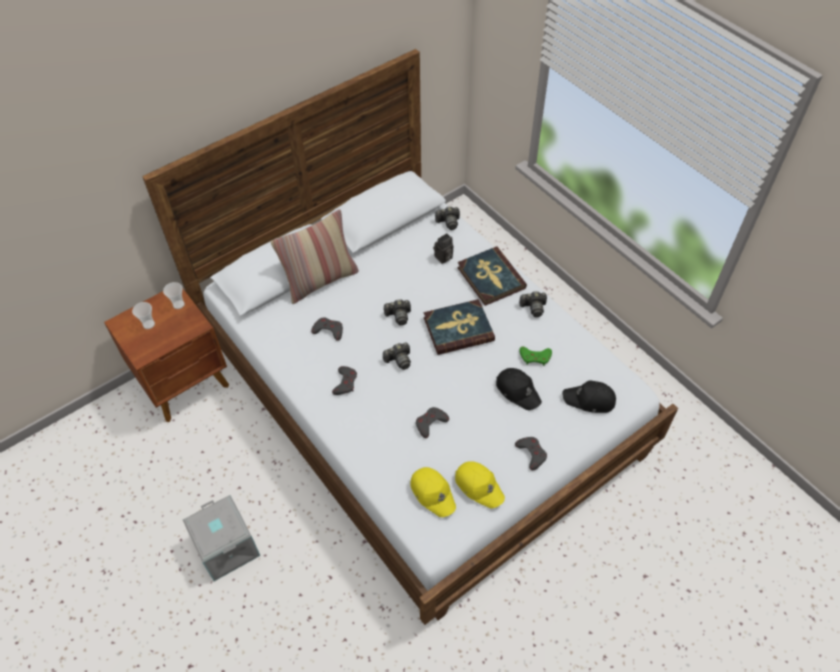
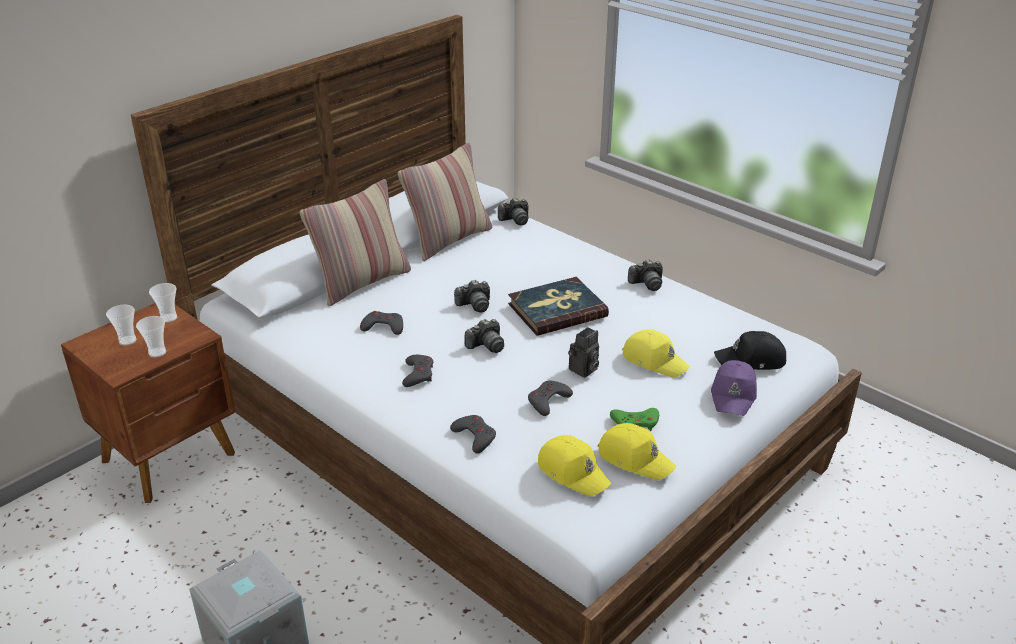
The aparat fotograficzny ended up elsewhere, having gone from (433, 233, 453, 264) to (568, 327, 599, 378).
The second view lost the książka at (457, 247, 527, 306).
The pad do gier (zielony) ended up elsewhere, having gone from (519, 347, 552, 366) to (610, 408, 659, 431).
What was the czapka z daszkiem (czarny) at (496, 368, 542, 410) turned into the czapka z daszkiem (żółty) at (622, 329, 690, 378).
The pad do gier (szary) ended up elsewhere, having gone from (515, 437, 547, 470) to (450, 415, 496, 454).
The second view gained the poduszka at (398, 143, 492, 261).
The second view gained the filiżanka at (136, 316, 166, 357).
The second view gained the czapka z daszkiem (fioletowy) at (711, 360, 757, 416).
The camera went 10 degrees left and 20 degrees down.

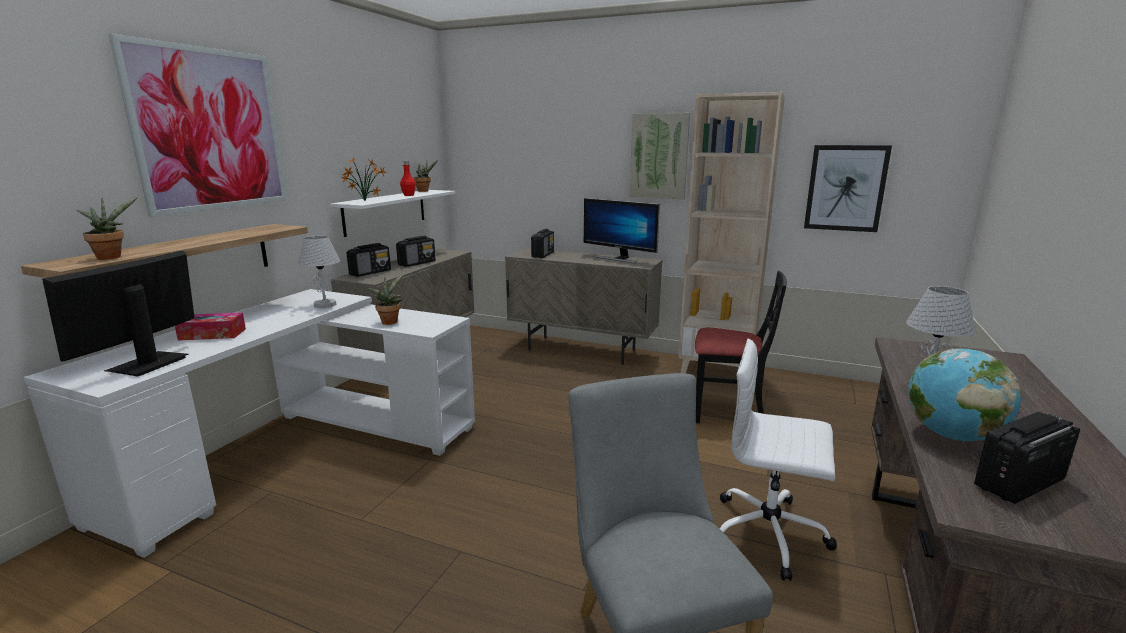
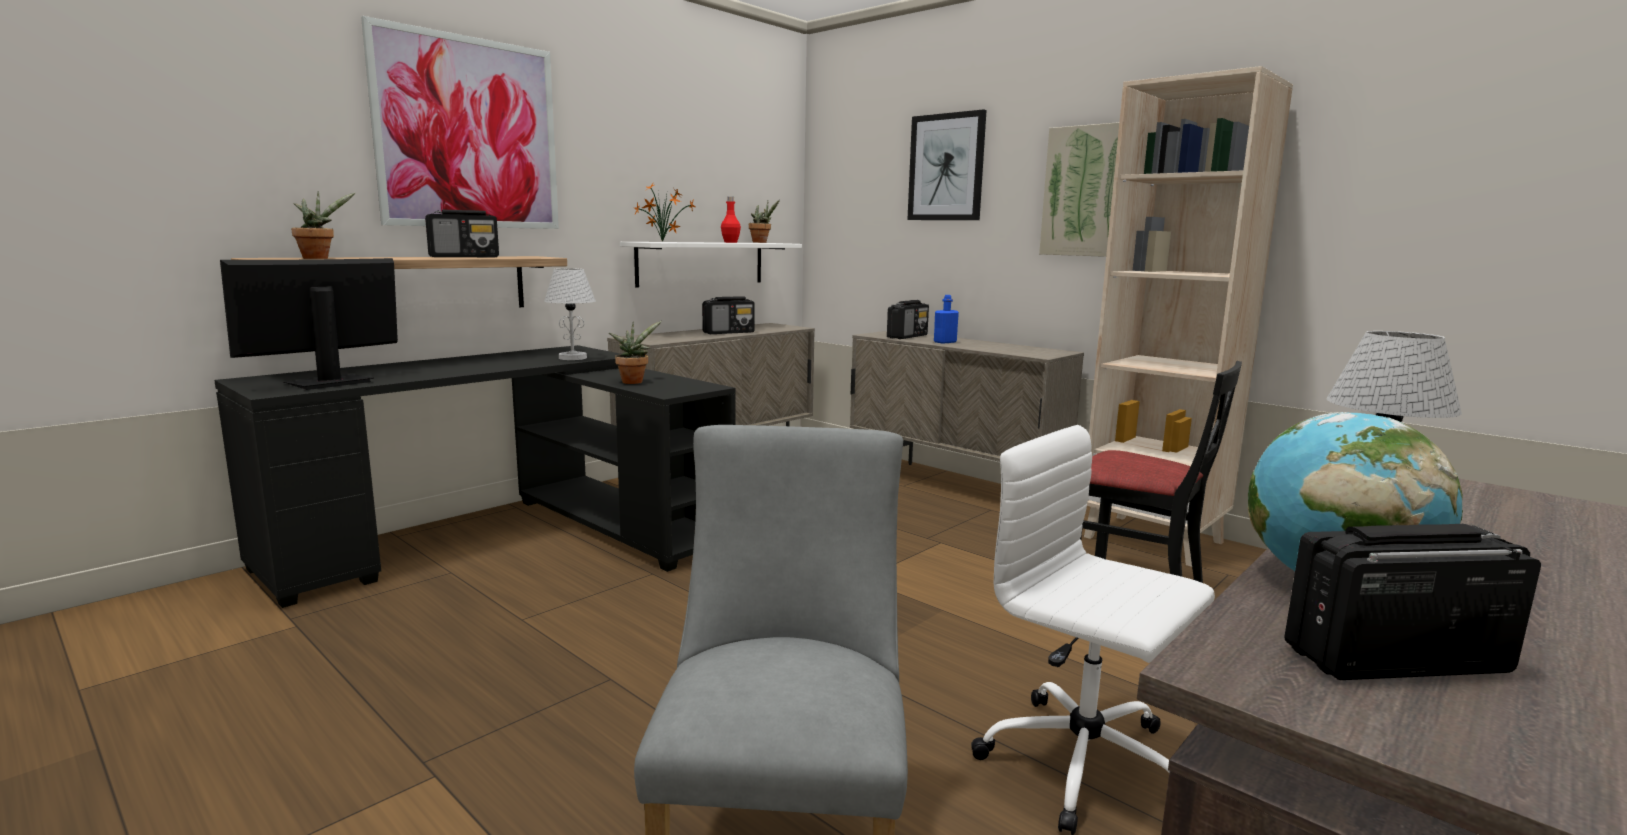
The obraz ended up elsewhere, having gone from (804, 145, 892, 232) to (907, 109, 987, 220).
The second view lost the monitor at (584, 198, 660, 263).
The radio ended up elsewhere, having gone from (346, 243, 391, 277) to (425, 210, 499, 257).
What was the biurko (biały) at (24, 289, 475, 558) turned into the biurko (czarny) at (214, 345, 736, 608).
The second view lost the pudełko chusteczek at (175, 313, 246, 340).
The second view gained the butelka (niebieski) at (934, 295, 959, 344).
The camera went 20 degrees right and 5 degrees down.

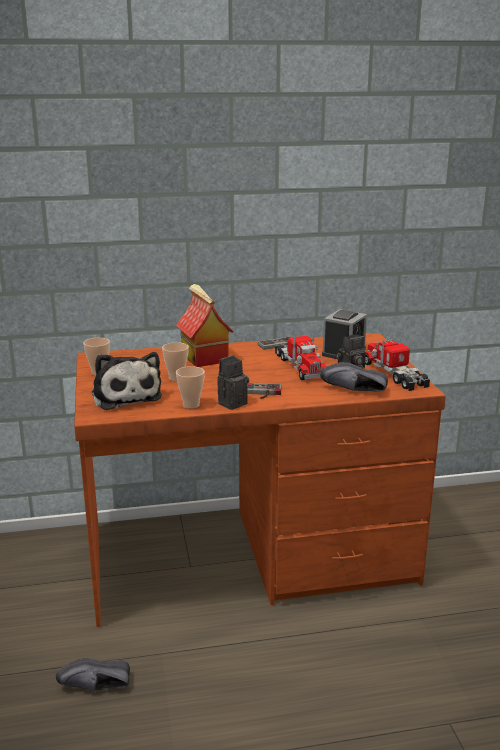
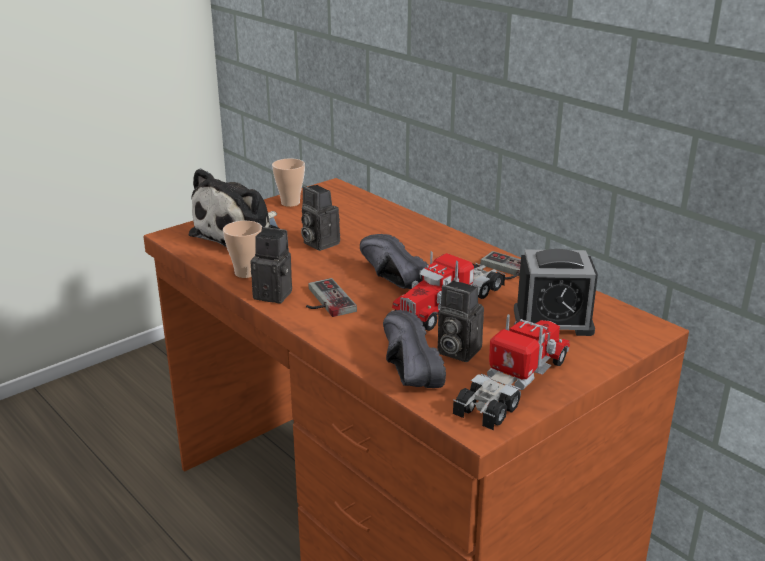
The second view lost the domek at (176, 284, 233, 367).
Where the filiżanka stood at (162, 342, 189, 381), the aparat fotograficzny came to stand at (301, 185, 340, 251).
The but (czarny) ended up elsewhere, having gone from (56, 658, 130, 692) to (360, 234, 429, 289).
The camera went 60 degrees right and 5 degrees up.

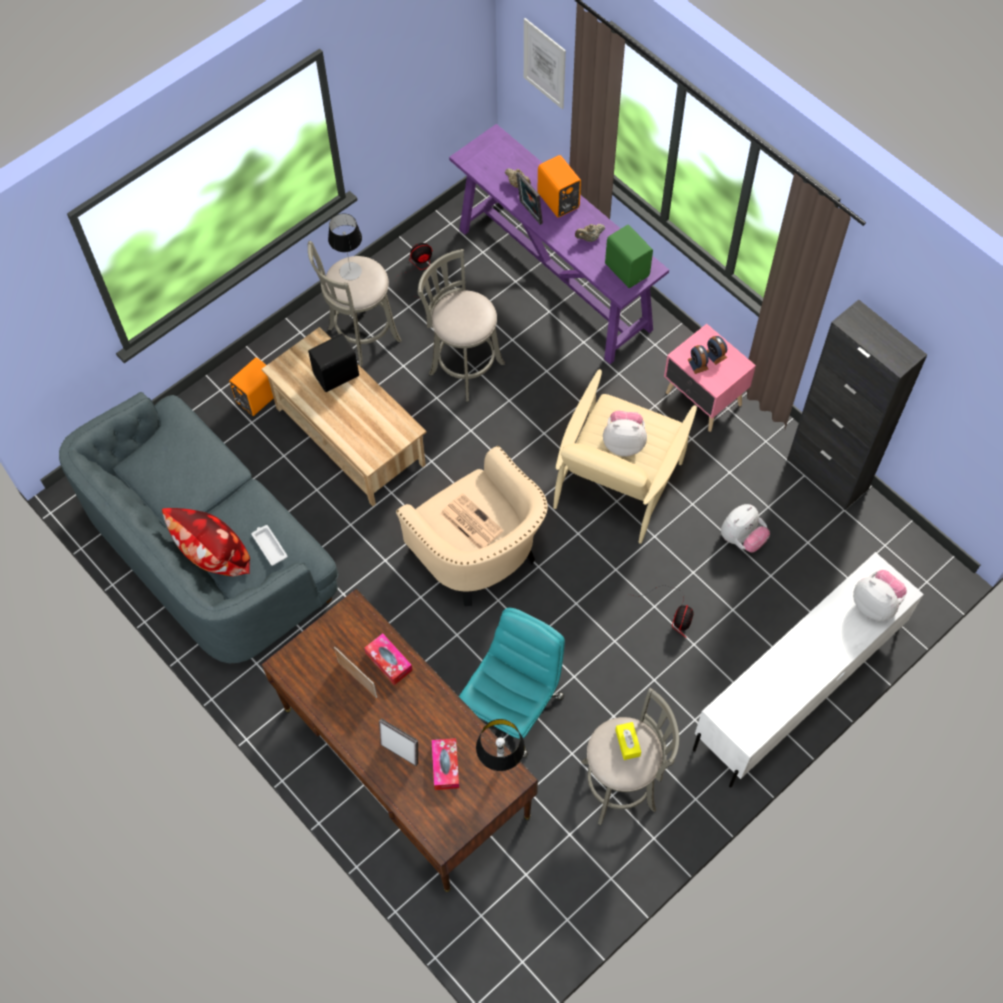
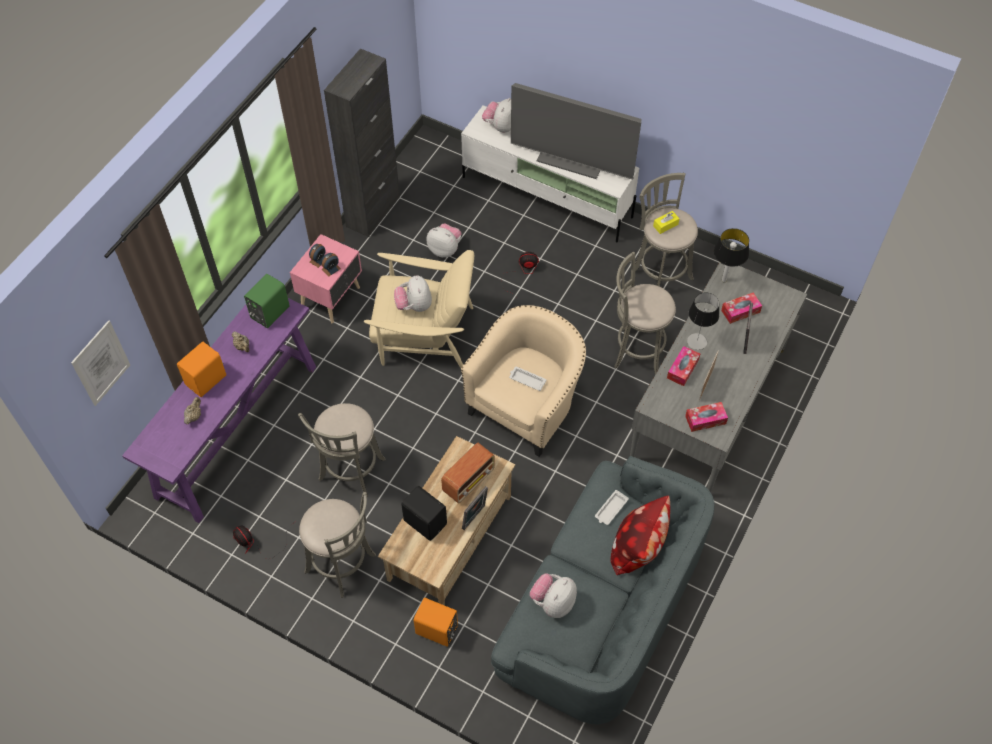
The ramka na zdjęcie ended up elsewhere, having gone from (516, 171, 543, 225) to (462, 486, 488, 530).
The lampa stołowa ended up elsewhere, having gone from (328, 213, 362, 280) to (687, 292, 719, 350).
Where the gazeta stood at (441, 493, 503, 549), the taca (biały) came to stand at (509, 367, 547, 391).
What was the biurko (brązowy) at (261, 589, 538, 892) turned into the biurko (szary) at (630, 262, 807, 493).
Where the krzesło biurowe (turkusowy) stood at (459, 608, 565, 758), the stołek (szary) came to stand at (614, 252, 676, 374).
The second view gained the telewizor at (511, 83, 642, 180).
The second view gained the pudełko chusteczek at (685, 402, 728, 432).
The second view gained the radio at (441, 443, 495, 503).
The second view gained the pluszak at (530, 574, 577, 618).
The camera went 110 degrees left and 5 degrees down.

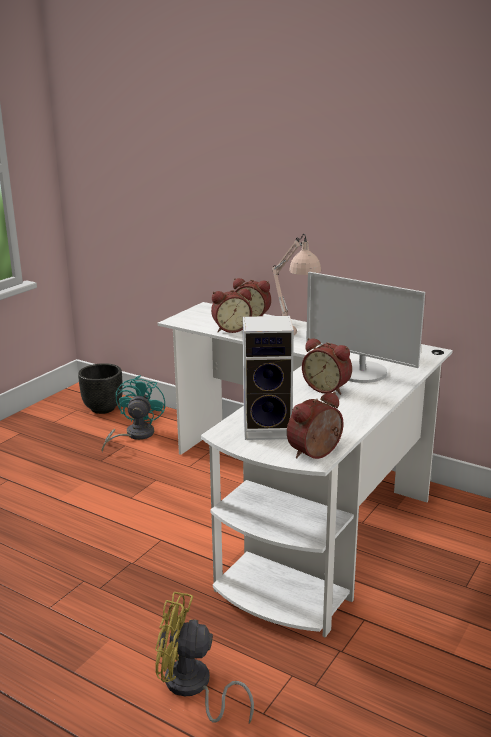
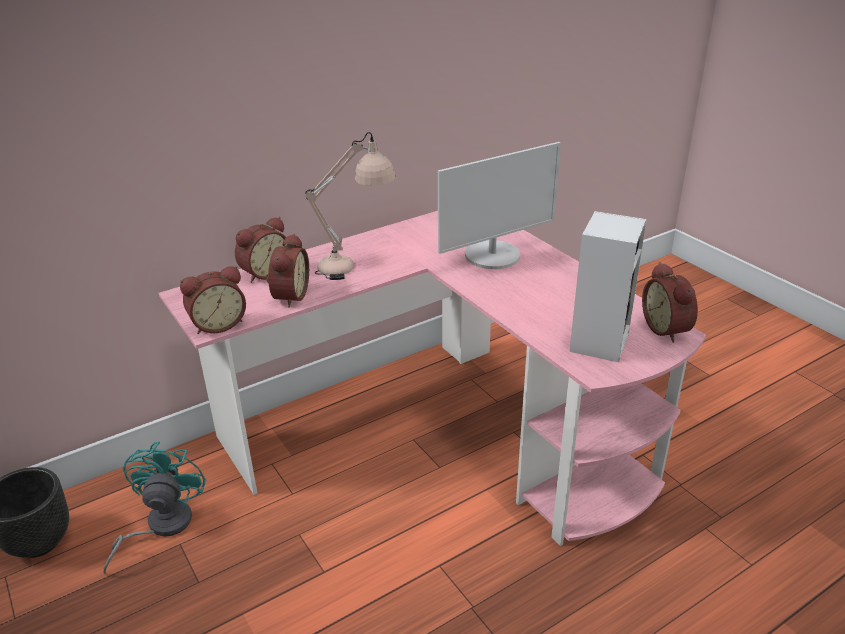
What was the biurko (biały) at (158, 302, 453, 638) turned into the biurko (różowy) at (159, 211, 706, 546).
The budzik ended up elsewhere, having gone from (302, 338, 352, 395) to (180, 266, 246, 334).
The wentylator (turkusowy) at (101, 375, 166, 453) ended up facing another way, 60 degrees clockwise from before.
The second view lost the wentylator (żółty) at (155, 592, 254, 724).
The camera went 65 degrees left and 10 degrees up.

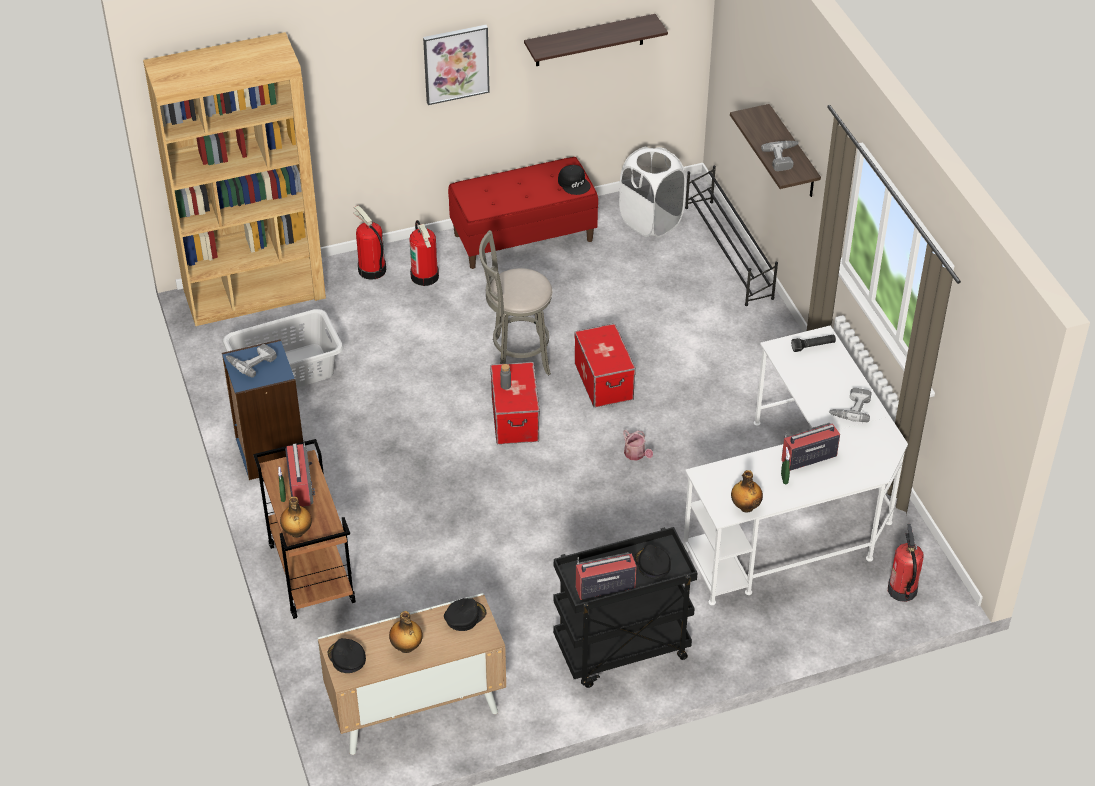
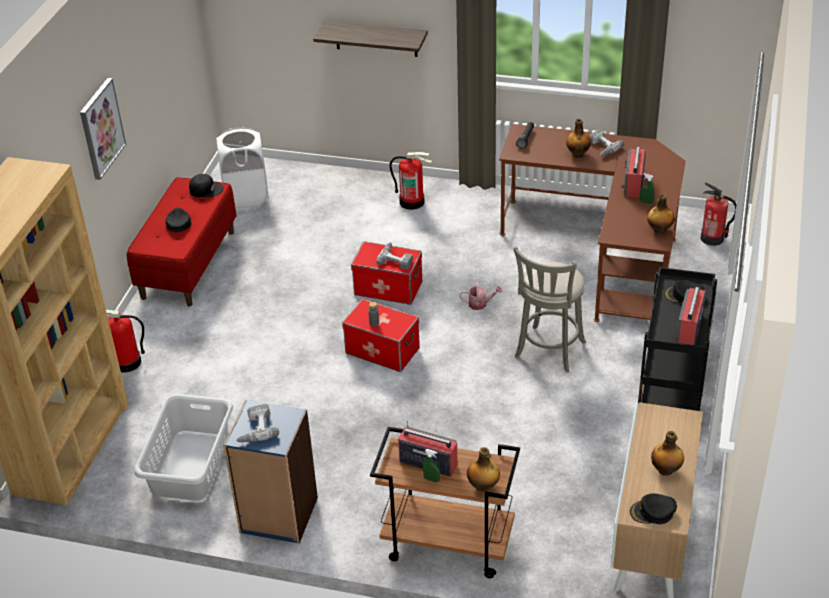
The second view lost the półka at (524, 14, 668, 66).
The wiertarka ended up elsewhere, having gone from (761, 141, 798, 171) to (376, 242, 413, 270).
The second view lost the regał na buty (czarny) at (685, 166, 778, 306).
The gaśnica ended up elsewhere, having gone from (409, 220, 439, 286) to (390, 152, 432, 210).
The stołek (szary) ended up elsewhere, having gone from (479, 230, 552, 375) to (513, 246, 586, 373).
What was the biurko (biały) at (683, 325, 908, 605) turned into the biurko (brązowy) at (499, 124, 686, 322).
The czapka z daszkiem (czarny) ended up elsewhere, having gone from (444, 598, 486, 631) to (165, 207, 191, 232).
The second view gained the butelka at (566, 119, 591, 158).
The camera went 55 degrees left and 5 degrees down.

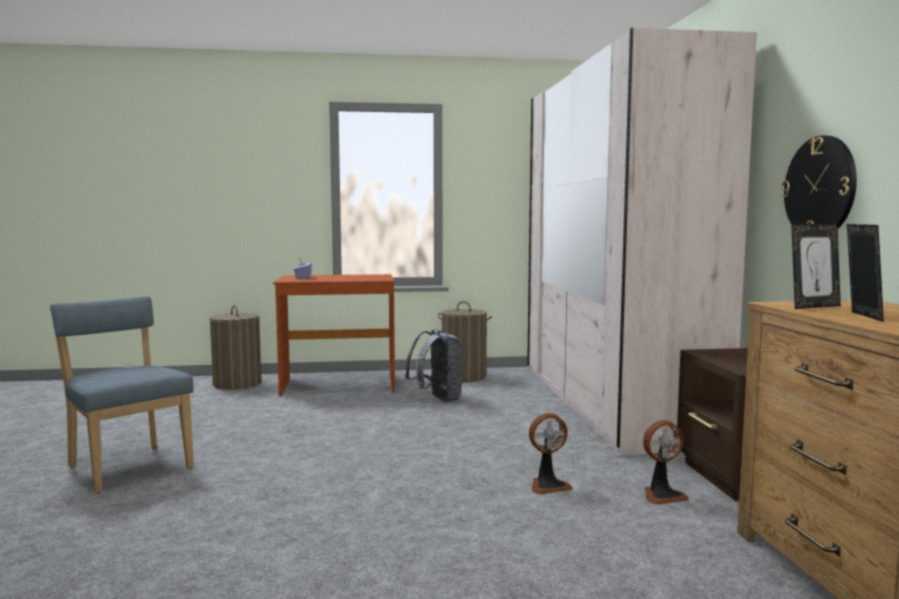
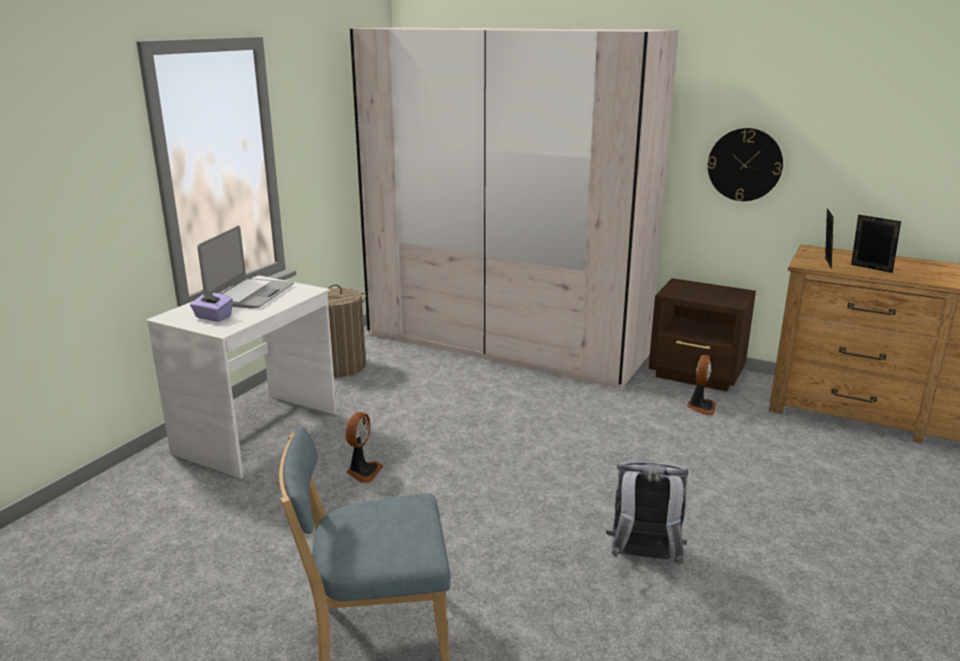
What was the biurko (brązowy) at (273, 274, 395, 396) turned into the biurko (biały) at (146, 275, 337, 478).
The second view lost the kosz na pranie at (209, 305, 262, 390).
The plecak (szary) ended up elsewhere, having gone from (405, 328, 463, 402) to (606, 462, 688, 565).
The wentylator ended up elsewhere, having gone from (529, 413, 572, 495) to (346, 412, 383, 483).
The second view gained the laptop at (197, 226, 294, 308).
The camera went 55 degrees left and 15 degrees up.

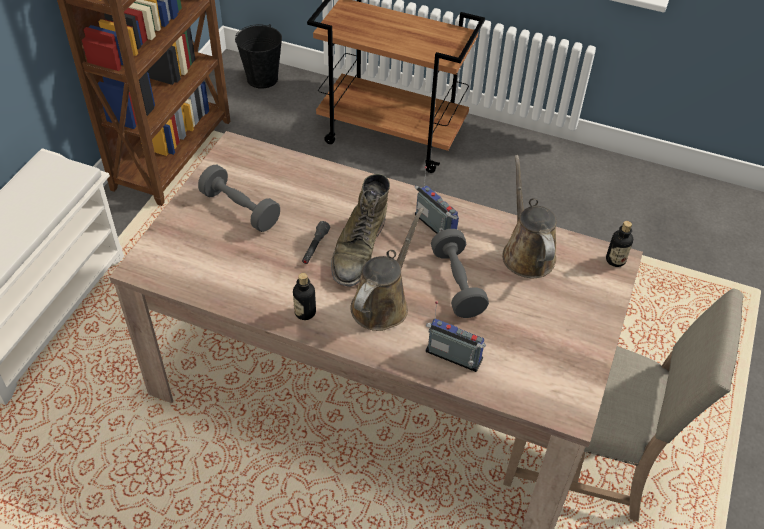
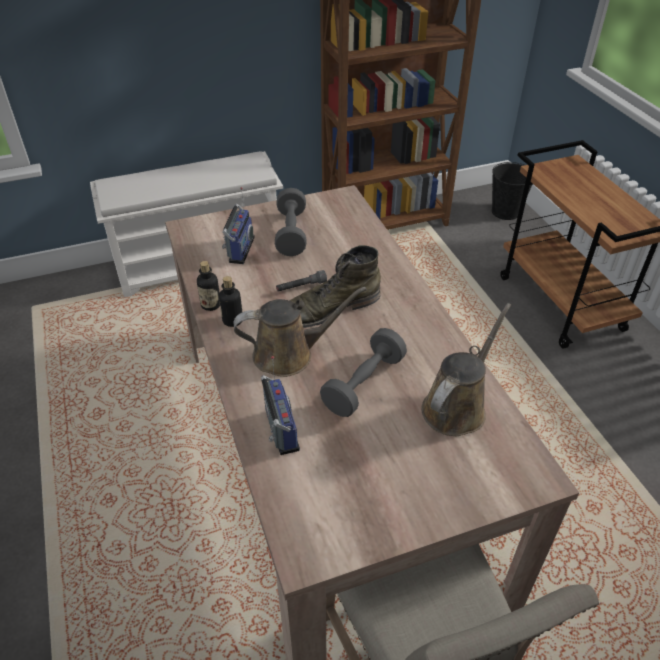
The radio ended up elsewhere, having gone from (414, 166, 459, 234) to (222, 187, 255, 264).
The butelka ended up elsewhere, having gone from (606, 221, 633, 267) to (197, 261, 220, 311).
The camera went 50 degrees right and 5 degrees down.

